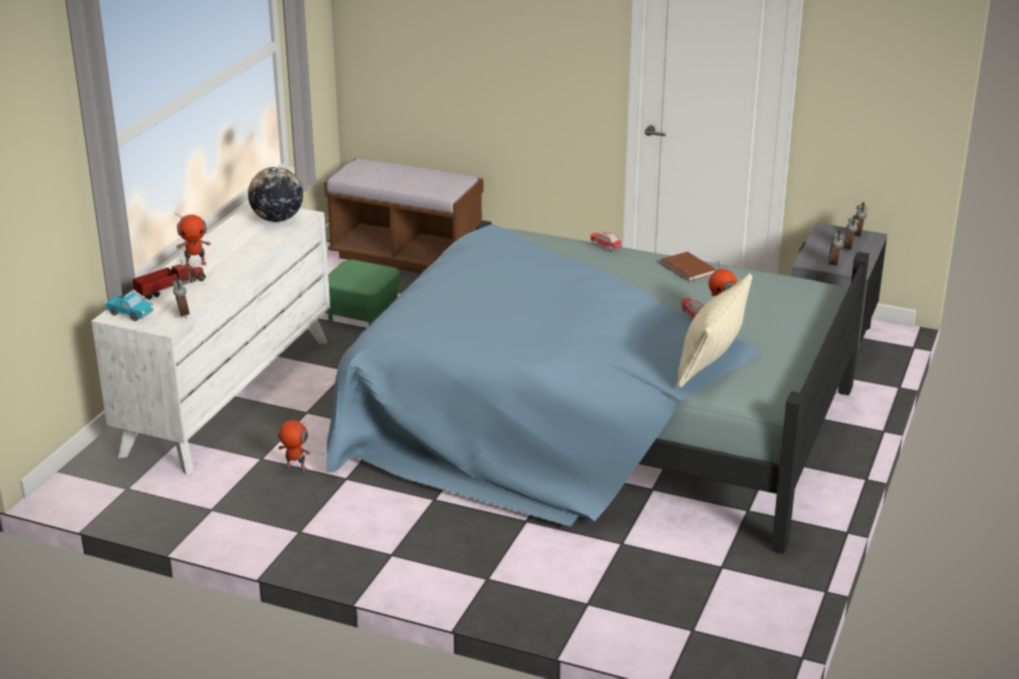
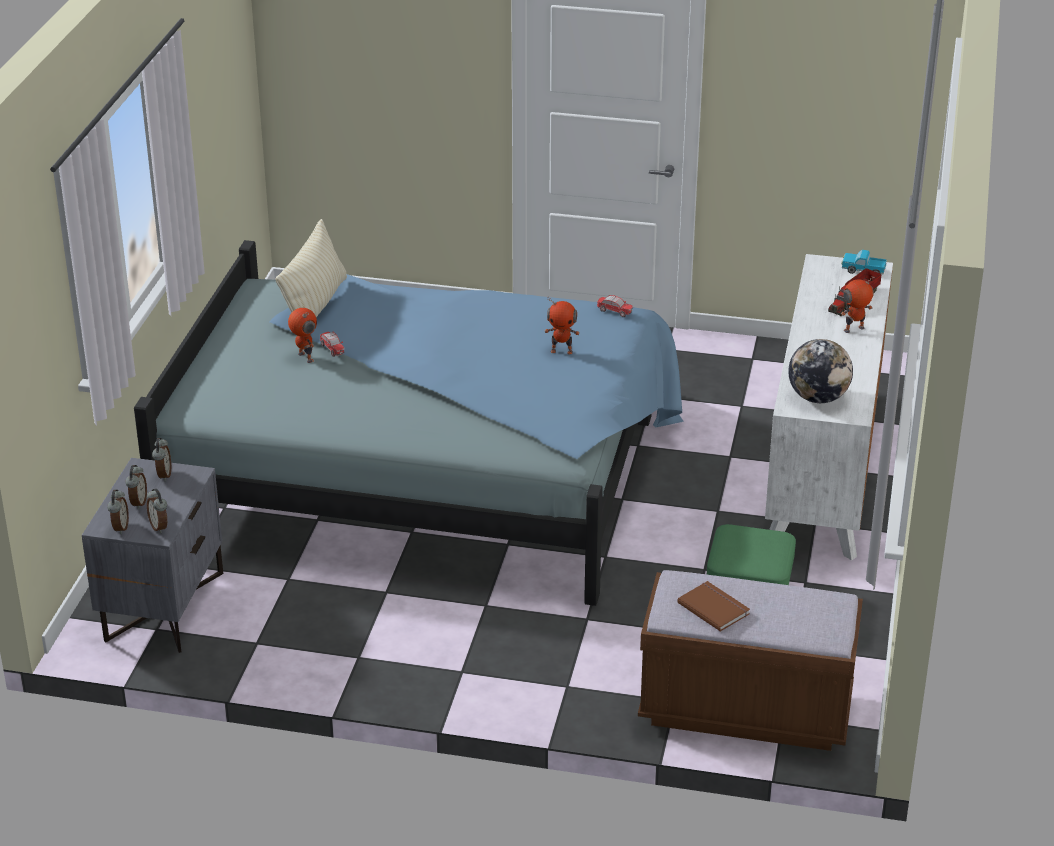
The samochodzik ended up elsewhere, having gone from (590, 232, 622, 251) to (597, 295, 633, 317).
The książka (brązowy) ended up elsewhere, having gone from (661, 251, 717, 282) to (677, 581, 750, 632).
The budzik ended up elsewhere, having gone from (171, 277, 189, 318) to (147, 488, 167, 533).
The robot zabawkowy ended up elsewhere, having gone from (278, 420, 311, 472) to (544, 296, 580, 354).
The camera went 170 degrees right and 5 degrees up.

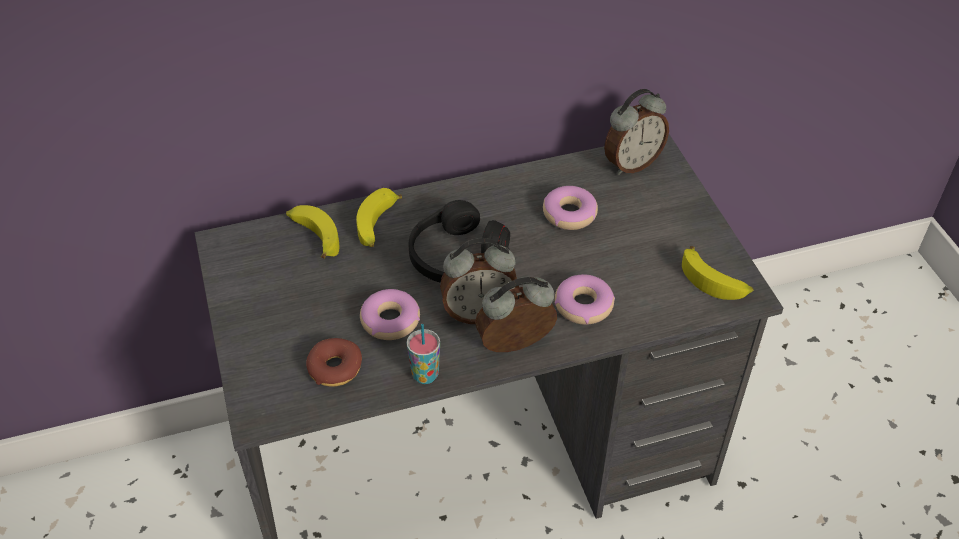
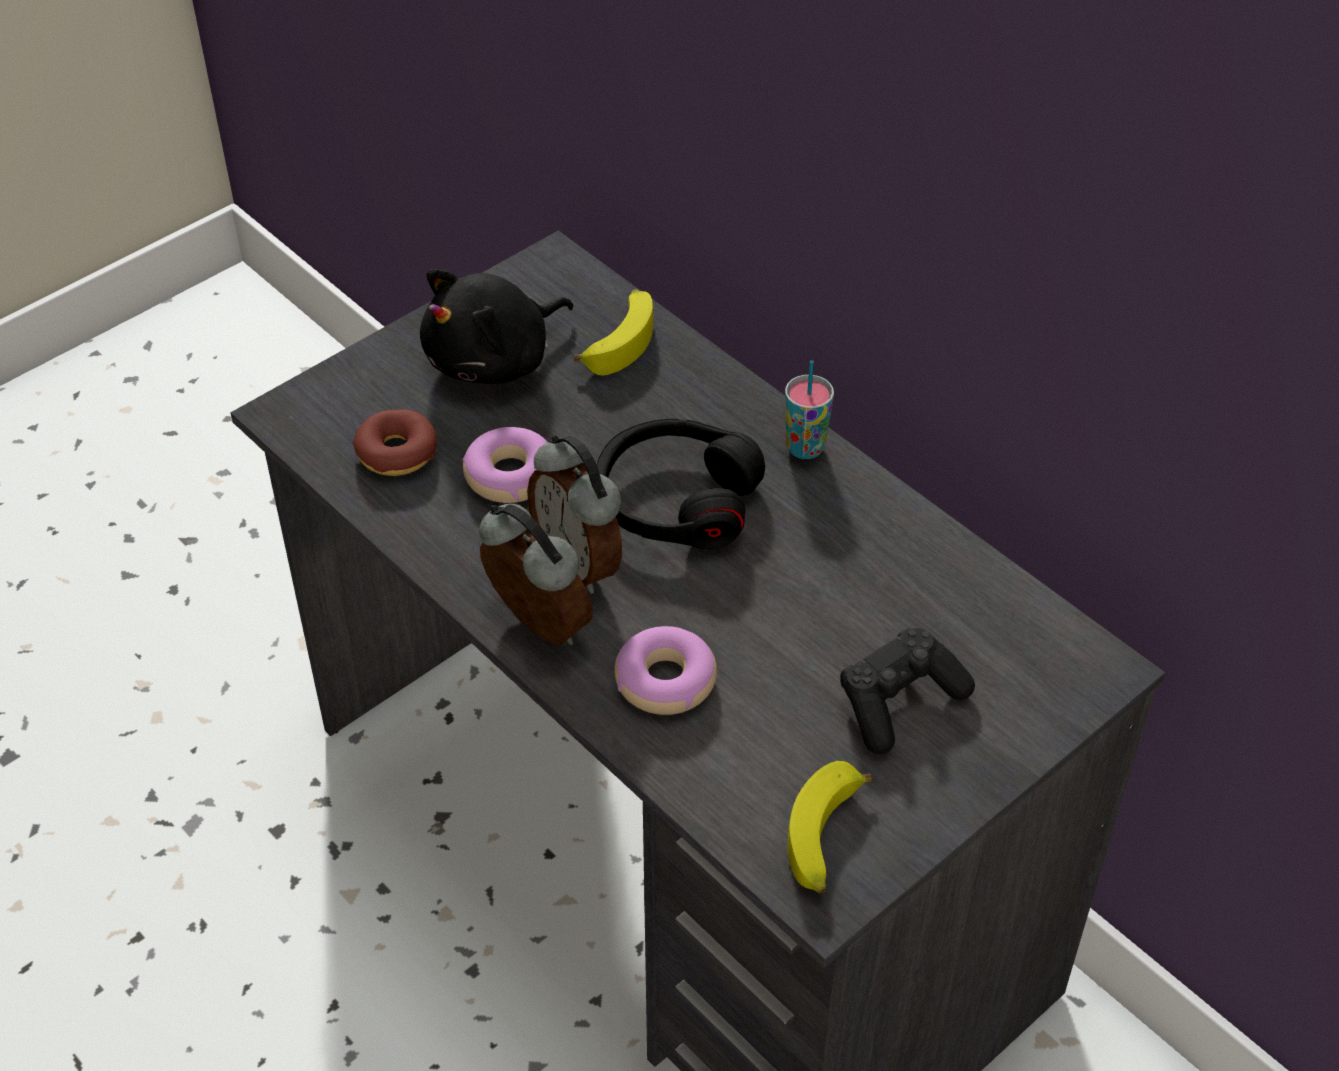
The second view lost the budzik at (604, 89, 669, 175).
The second view lost the donut at (543, 186, 598, 230).
The second view lost the banan at (356, 188, 402, 247).
The filiżanka ended up elsewhere, having gone from (407, 324, 440, 384) to (785, 360, 834, 459).
The second view gained the pluszak (czarny) at (420, 269, 573, 384).
The second view gained the pad do gier (czarny) at (840, 628, 975, 755).
The camera went 65 degrees right and 0 degrees up.

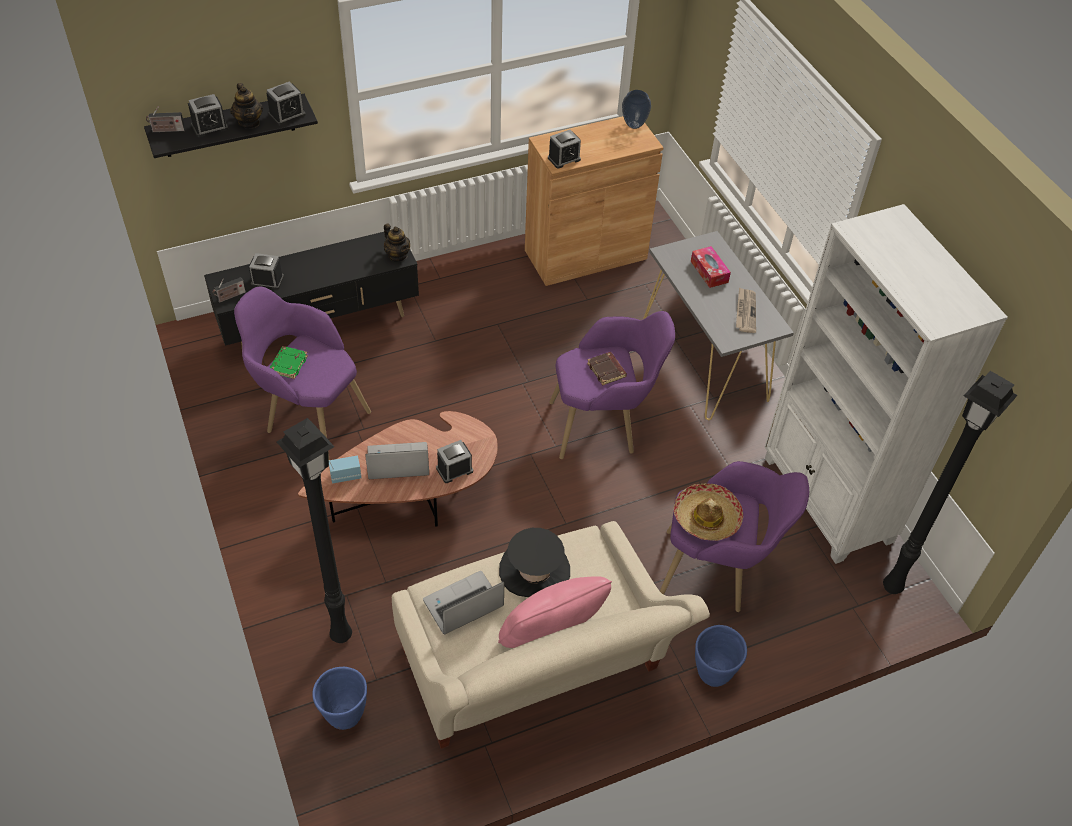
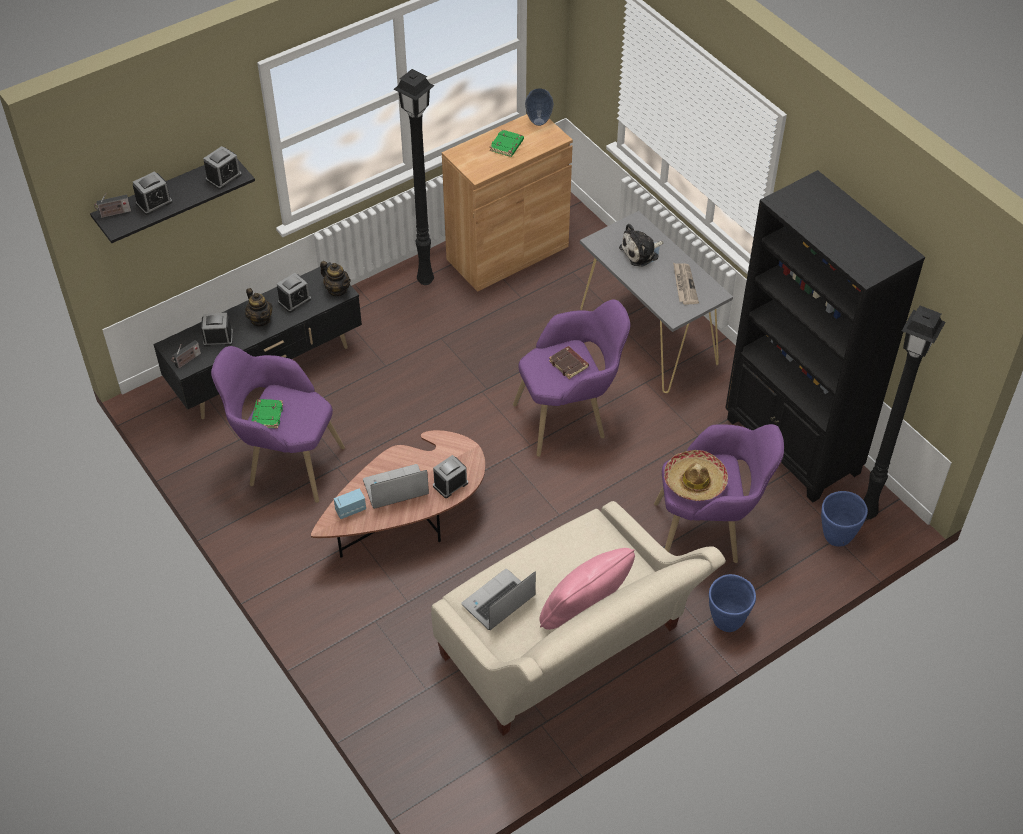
The imbryk ended up elsewhere, having gone from (230, 83, 263, 129) to (245, 288, 273, 326).
The budzik ended up elsewhere, having gone from (548, 130, 581, 169) to (277, 273, 311, 313).
What was the regał (biały) at (765, 204, 1008, 564) turned into the regał (czarny) at (725, 170, 925, 503).
Where the pudełko chusteczek stood at (691, 246, 731, 288), the pluszak came to stand at (619, 223, 664, 267).
The lampa stojąca (czarny) ended up elsewhere, having gone from (277, 418, 352, 643) to (394, 69, 434, 285).
The second view lost the kapelusz (czarny) at (499, 528, 570, 597).
The donica (niebieski) ended up elsewhere, having gone from (312, 667, 367, 730) to (821, 491, 868, 547).
The second view gained the książka (zielony) at (490, 129, 524, 157).
The camera went 10 degrees left and 0 degrees up.

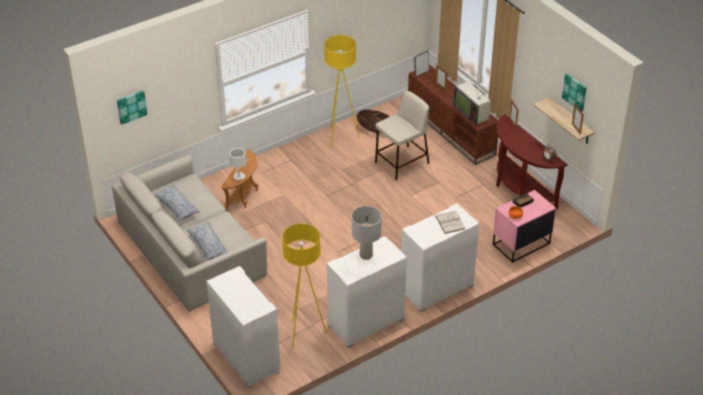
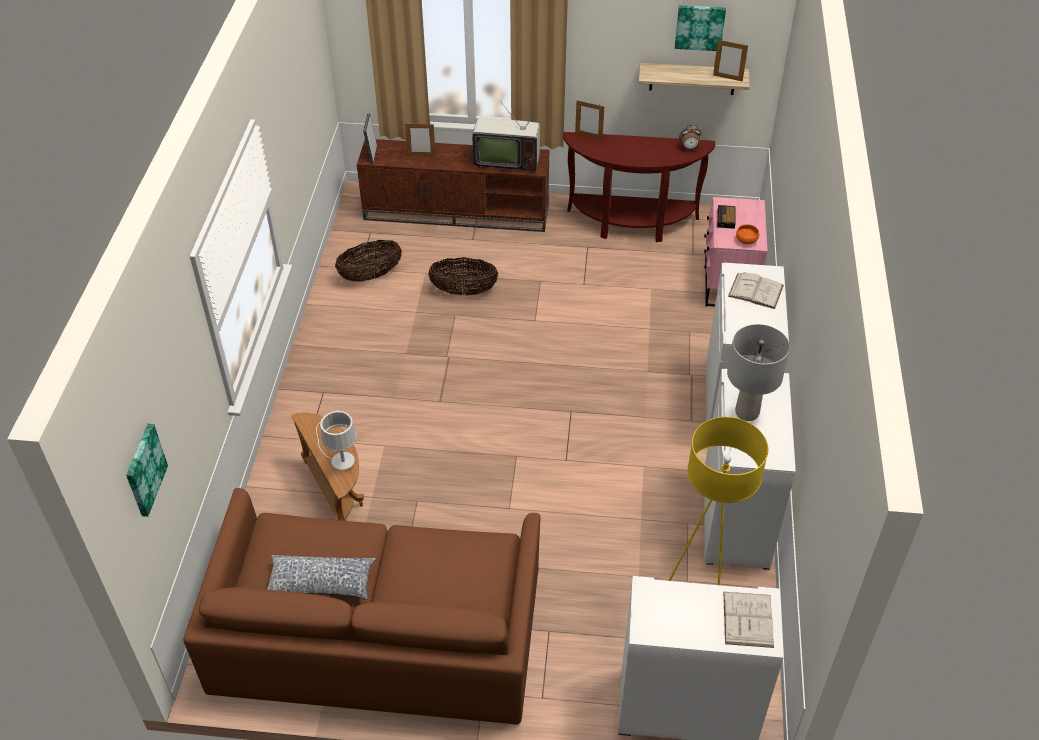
The second view lost the lampa stojąca (żółty) at (324, 35, 360, 148).
Where the stołek (beżowy) stood at (375, 91, 430, 180), the koszyk came to stand at (428, 257, 498, 295).
What was the kanapa (szary) at (112, 155, 267, 311) turned into the kanapa (brązowy) at (183, 488, 541, 725).
The second view lost the poduszka at (186, 222, 228, 261).
The second view gained the książka (biały) at (723, 592, 774, 648).
The camera went 50 degrees left and 5 degrees up.

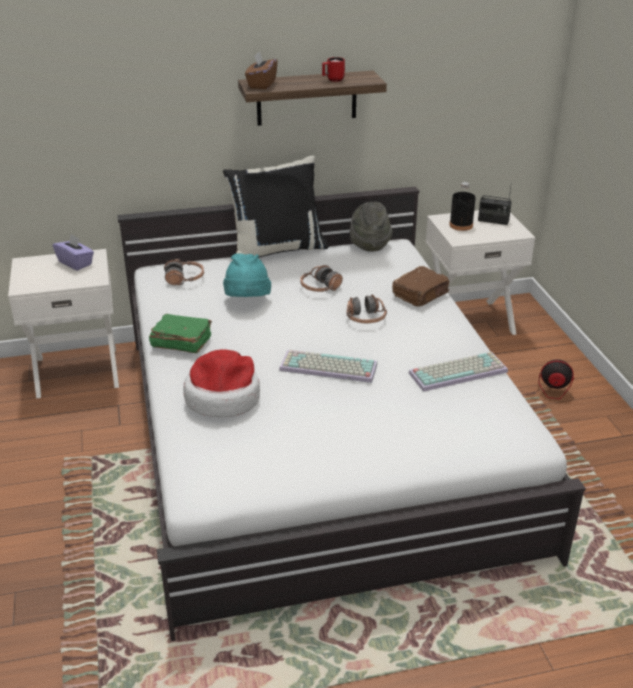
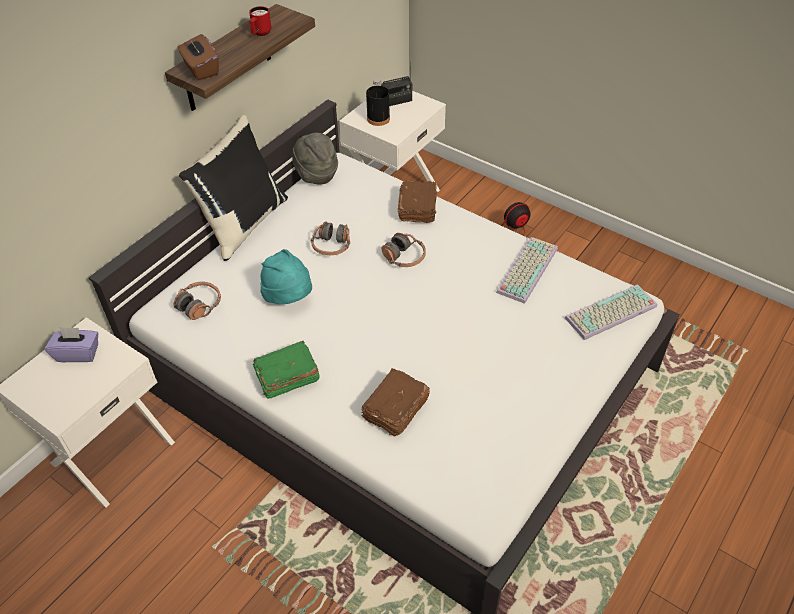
Where the kapelusz stood at (183, 349, 260, 418), the książka (brązowy) came to stand at (362, 368, 430, 437).
The klawiatura ended up elsewhere, having gone from (279, 350, 377, 383) to (565, 284, 657, 340).
The camera went 40 degrees left and 15 degrees up.

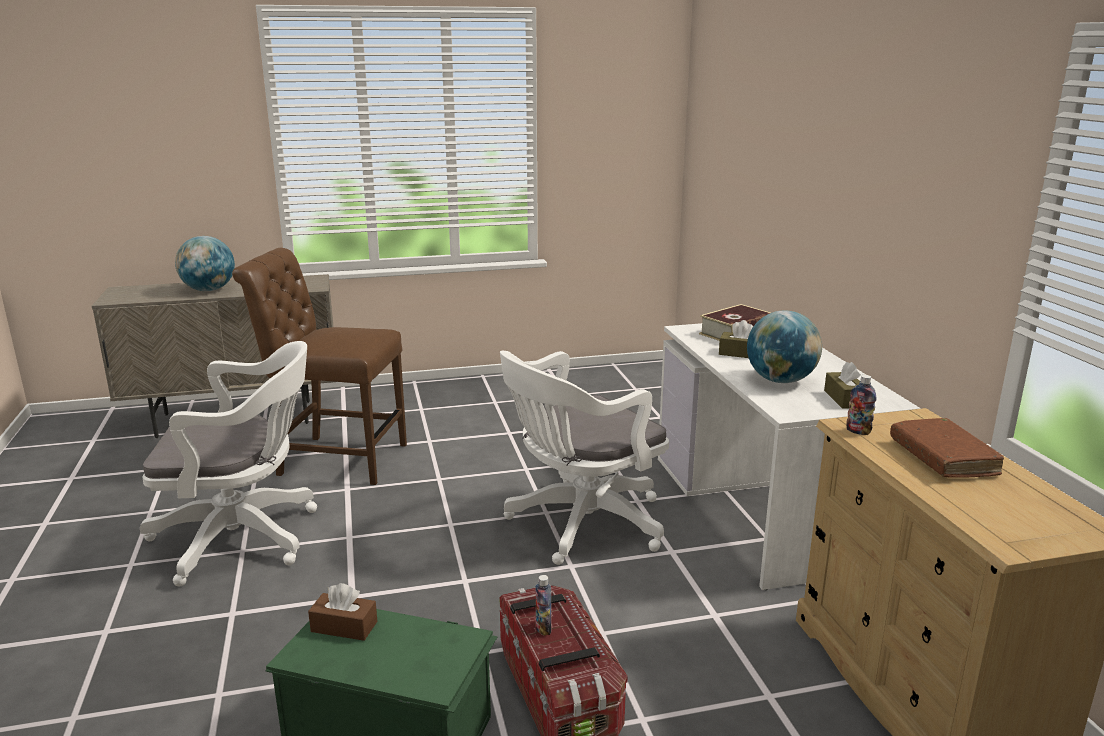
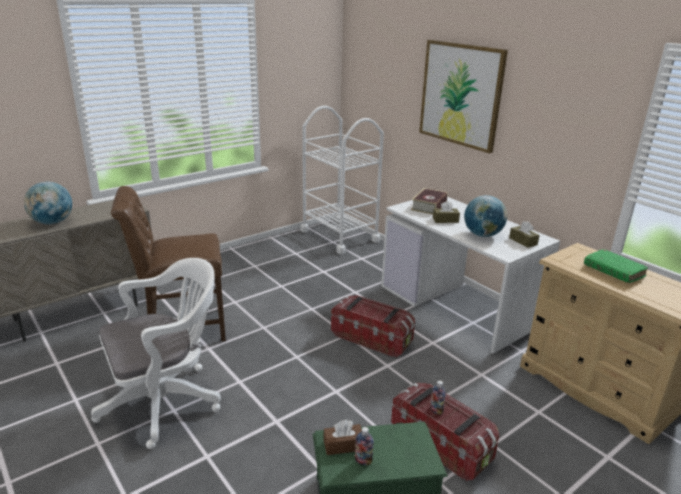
Where the krzesło biurowe (biały) stood at (500, 351, 669, 565), the pojemnik do przechowywania came to stand at (331, 295, 415, 358).
The butelka ended up elsewhere, having gone from (846, 375, 876, 435) to (355, 427, 374, 465).
What was the książka (brązowy) at (890, 418, 1004, 478) turned into the książka (zielony) at (584, 249, 648, 283).
The second view gained the obraz at (419, 40, 508, 153).
The second view gained the wózek (biały) at (300, 106, 384, 254).
The camera went 25 degrees left and 5 degrees up.

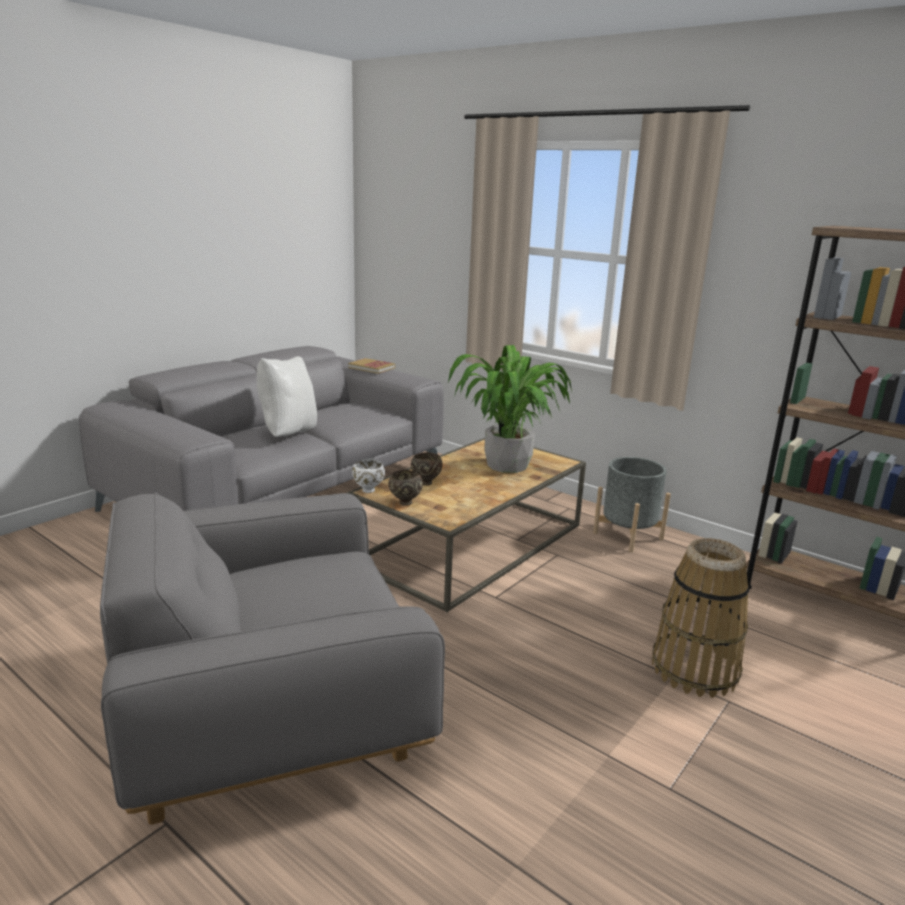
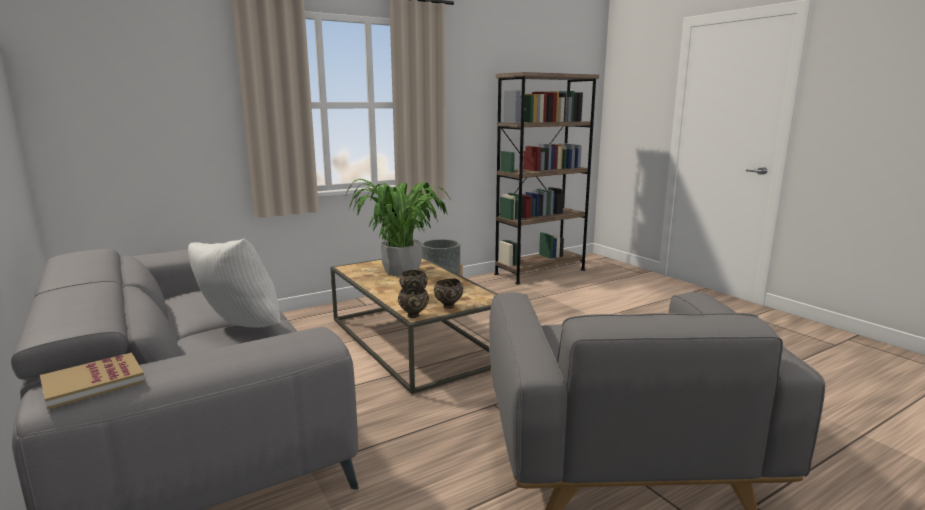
The książka ended up elsewhere, having gone from (348, 358, 395, 374) to (40, 352, 145, 409).
What was the miska (biały) at (352, 458, 385, 493) turned into the miska (brązowy) at (398, 286, 429, 318).
The second view lost the koszyk at (652, 538, 749, 698).
The camera went 70 degrees left and 5 degrees down.

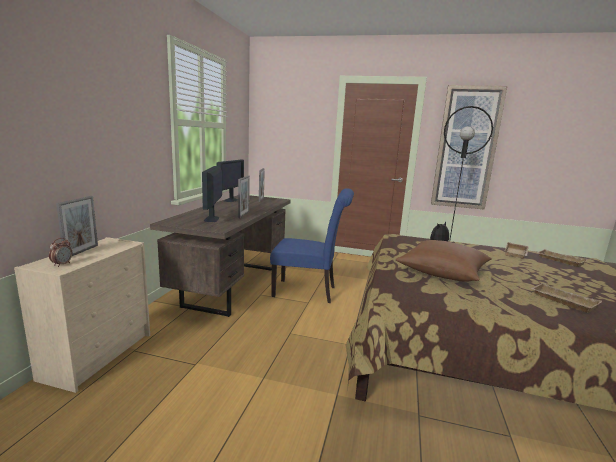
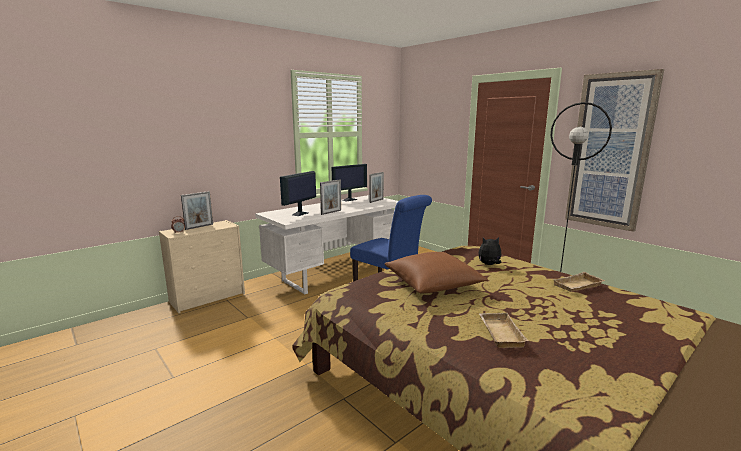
What was the biurko (brązowy) at (150, 195, 291, 317) turned into the biurko (biały) at (255, 195, 398, 295).
The second view lost the taca (beżowy) at (536, 249, 588, 267).
The camera went 35 degrees right and 0 degrees up.

